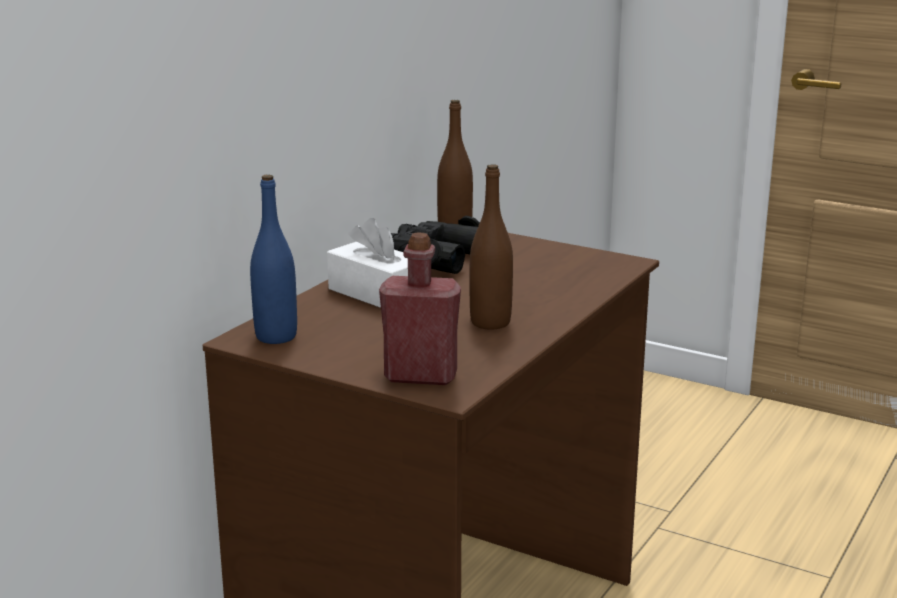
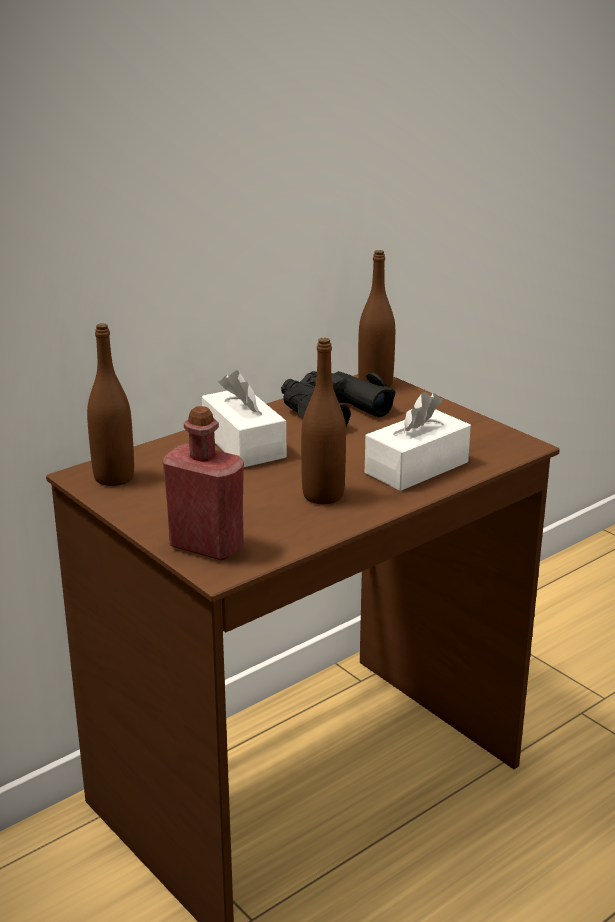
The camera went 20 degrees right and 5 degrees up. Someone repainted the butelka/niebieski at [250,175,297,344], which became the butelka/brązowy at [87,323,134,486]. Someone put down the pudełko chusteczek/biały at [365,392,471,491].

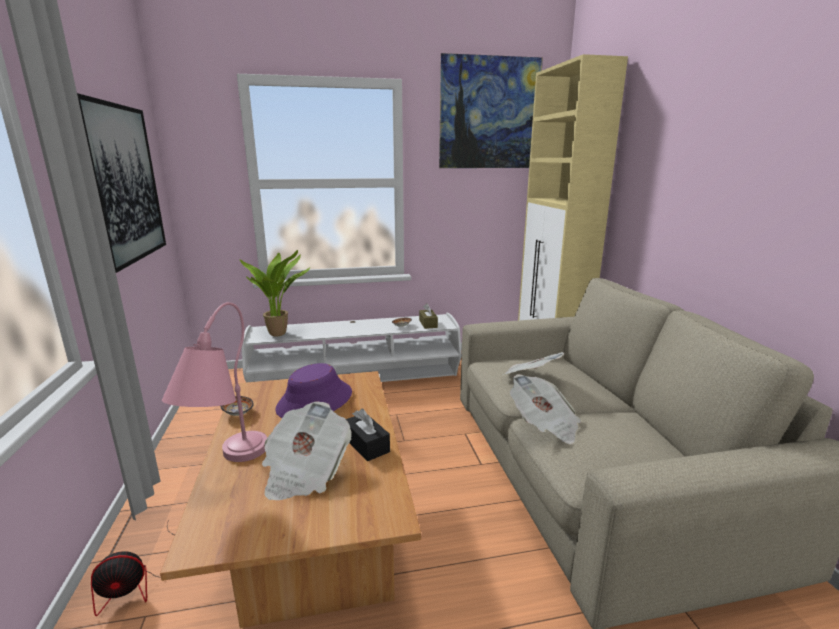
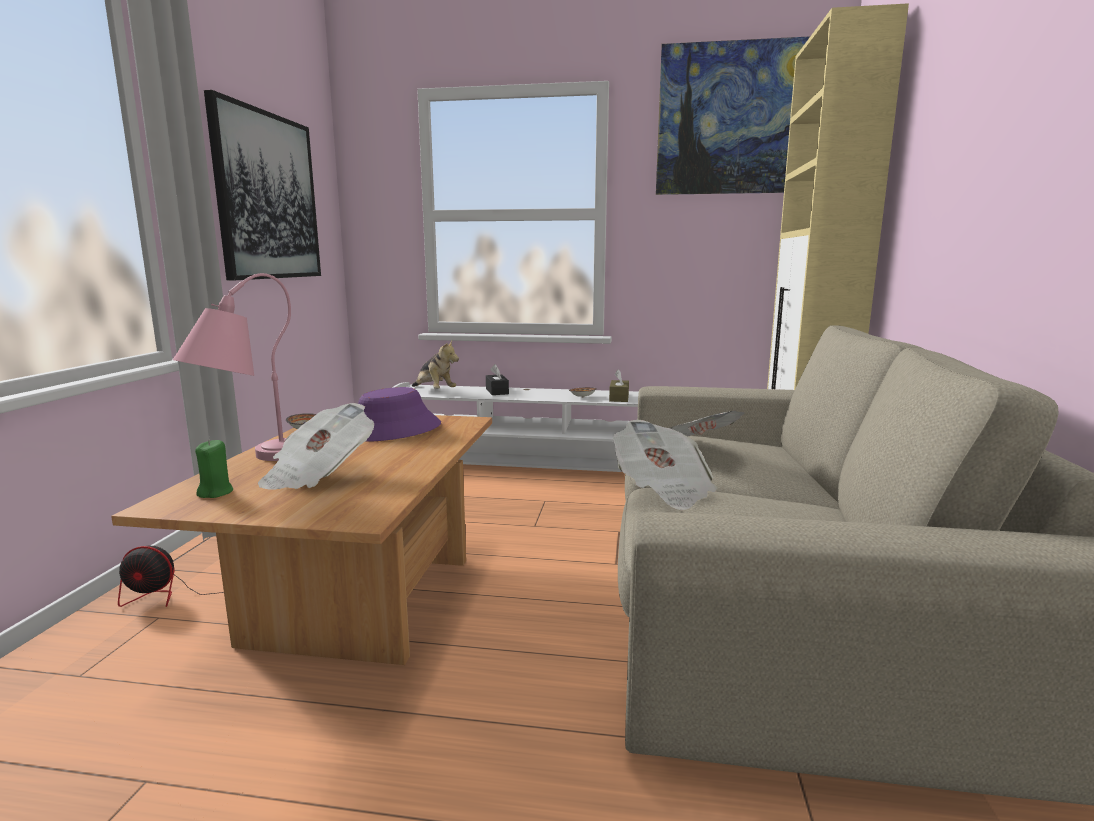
The camera went 20 degrees right and 5 degrees down. Someone put down the świeca/zielony at [195,440,233,498]. Someone swapped the roślina doniczkowa at [240,250,310,337] for the pluszak at [412,341,459,389]. Someone carried the pudełko chusteczek/czarny from [346,409,390,461] to [486,364,509,395].

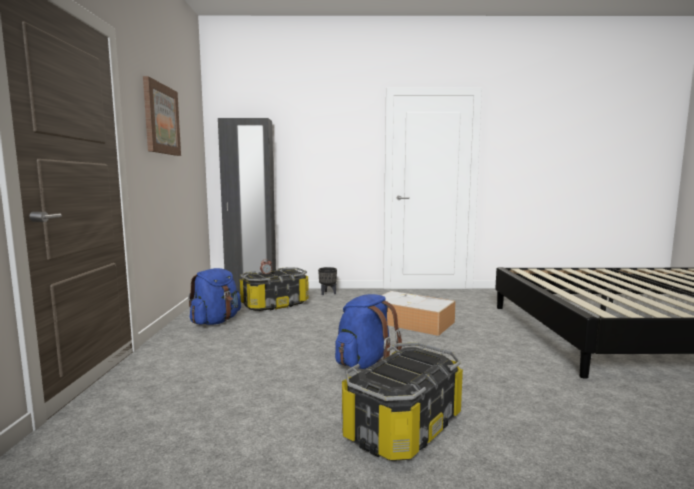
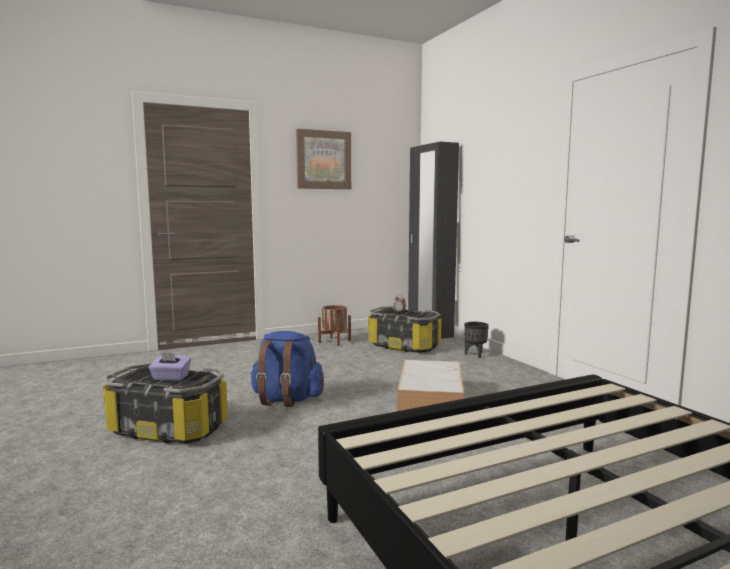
The camera went 65 degrees right and 0 degrees up. Someone put down the pudełko chusteczek/fioletowy at [148,352,191,381]. Someone swapped the plecak/niebieski at [188,268,241,325] for the donica/brązowy at [318,305,351,346].

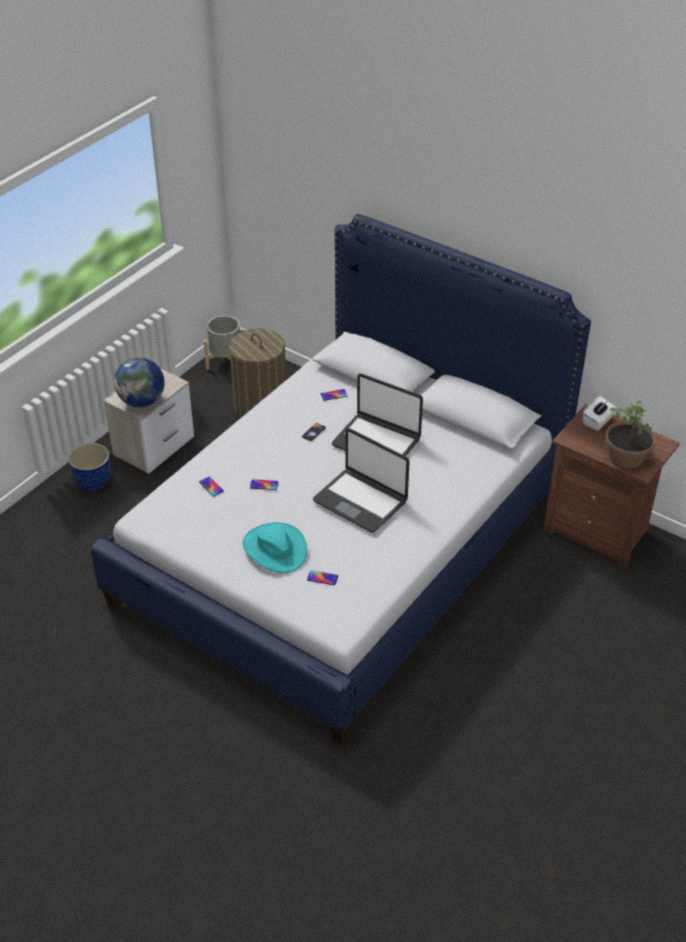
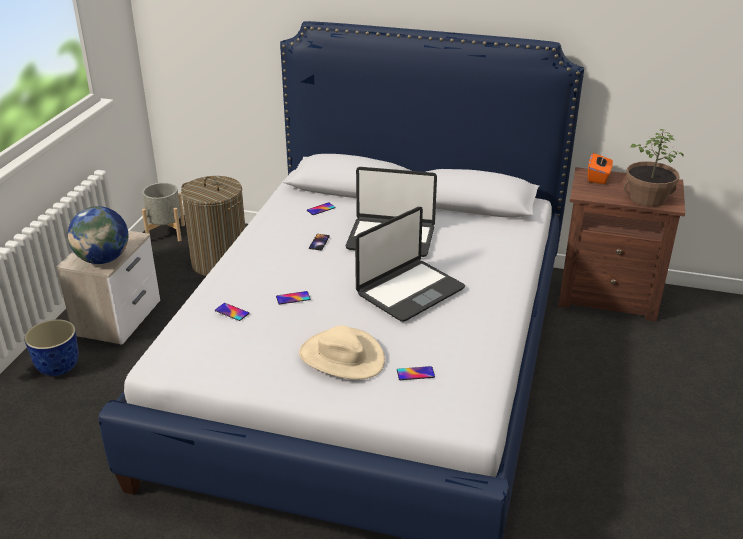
The camera went 20 degrees left and 10 degrees down. Someone repainted the kapelusz/turkusowy at [243,522,307,573], which became the kapelusz/beżowy at [299,325,385,380]. Someone rotated the laptop at [313,428,410,533] by 60 degrees counterclockwise. Someone repainted the pudełko chusteczek/biały at [583,396,616,431], which became the pudełko chusteczek/pomarańczowy at [588,152,613,184].

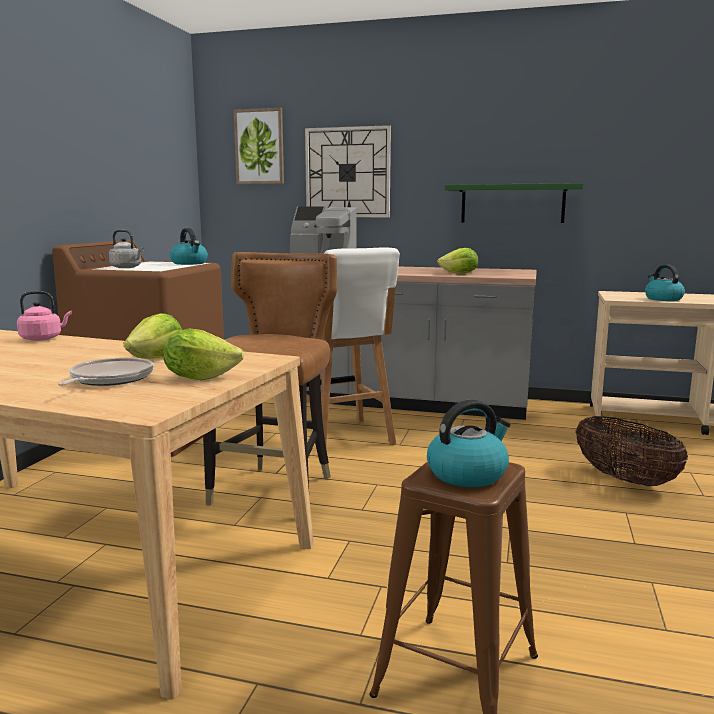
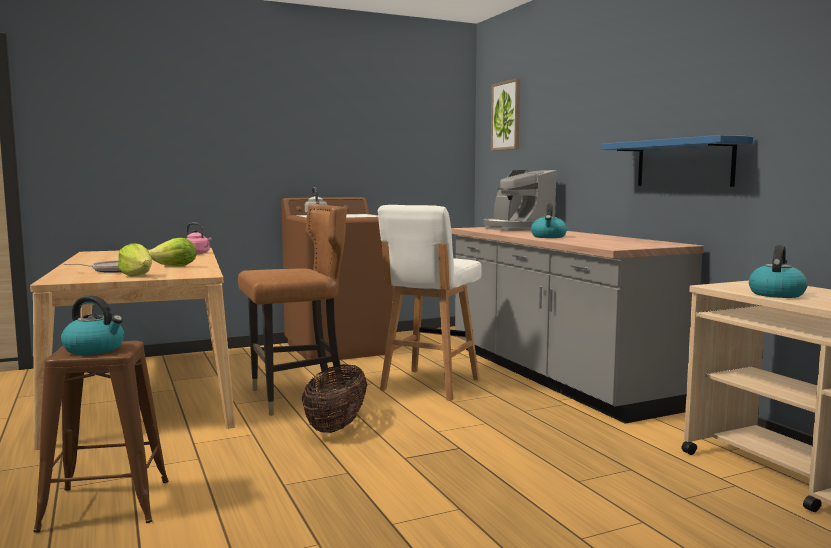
The camera went 50 degrees right and 5 degrees down. Someone carried the koszyk from [575,416,688,486] to [302,364,367,433]. Someone carried the czajnik from [170,228,208,265] to [531,203,567,238]. Someone repainted the półka/zielony at [445,183,584,223], which became the półka/niebieski at [601,135,753,187]. Someone took away the zegar ścienny at [305,125,391,217]. Someone took away the sałata at [437,248,478,273].

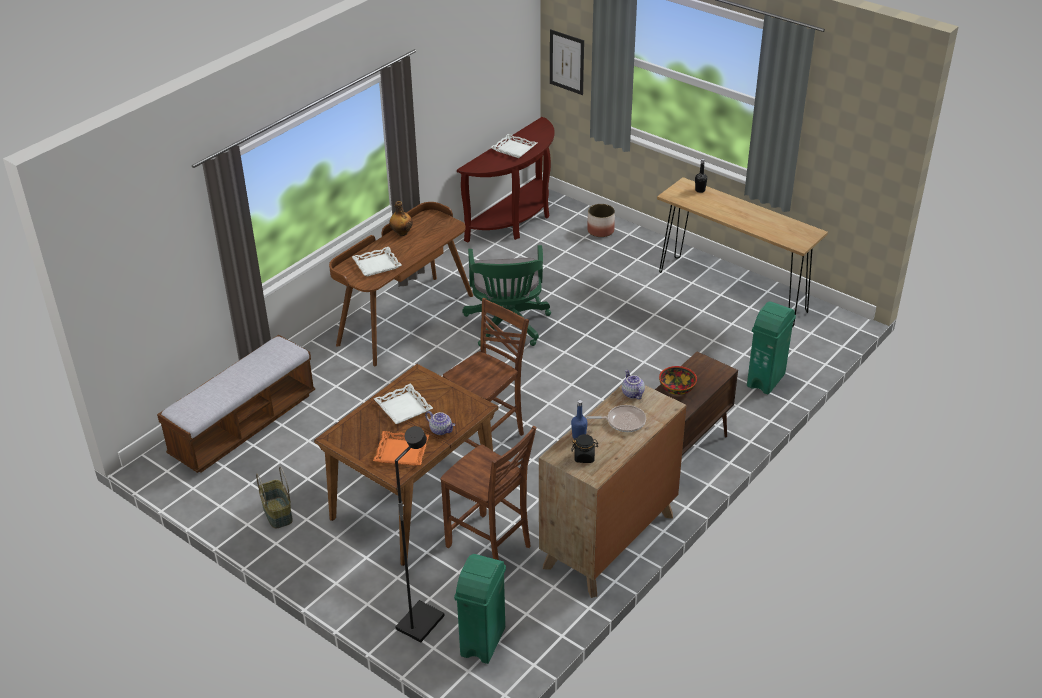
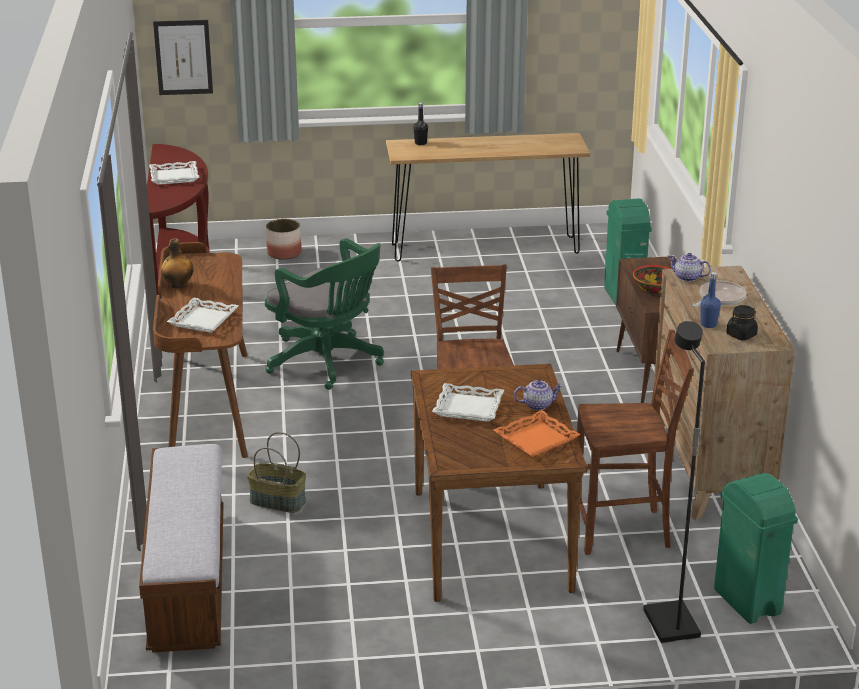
The camera went 45 degrees left and 10 degrees down. Someone carried the koszyk from [256,466,293,528] to [247,432,306,513].

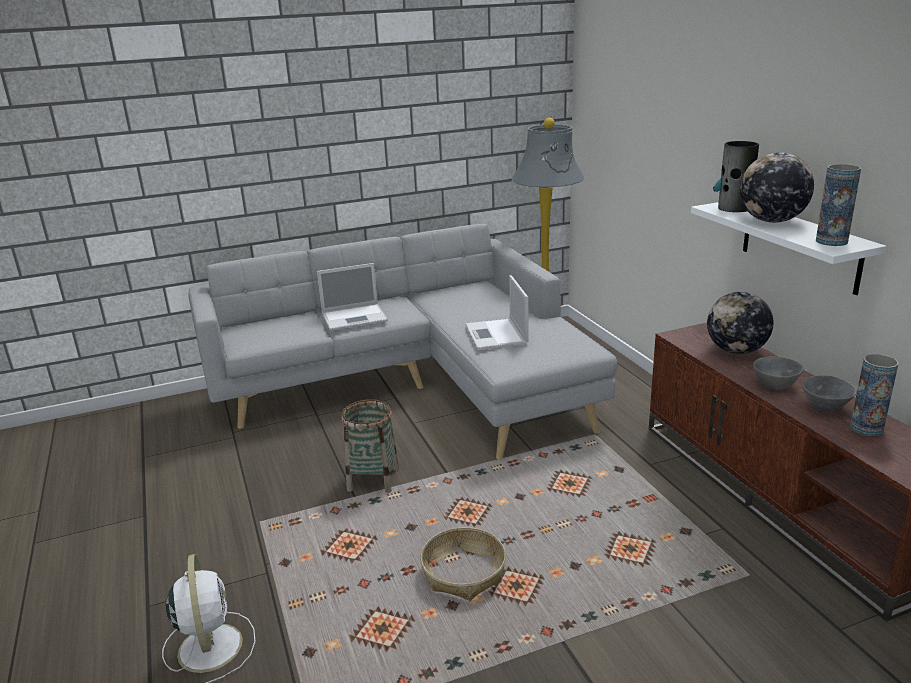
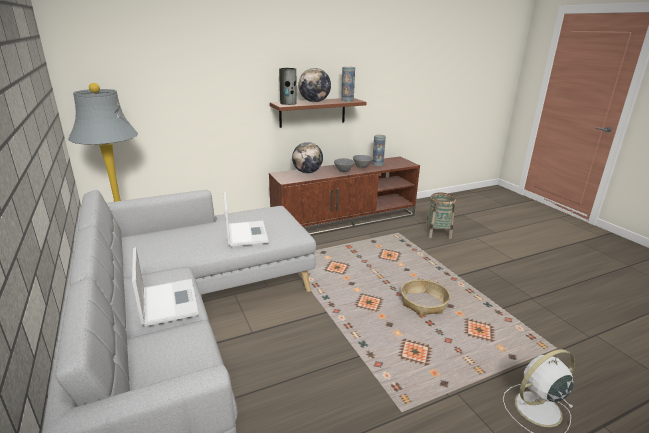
The camera went 95 degrees left and 0 degrees up. Someone rotated the laptop at [465,275,529,350] by 90 degrees counterclockwise. Someone repainted the półka/biały at [691,202,887,295], which became the półka/brązowy at [270,98,367,128]. Someone carried the koszyk from [341,399,399,493] to [425,193,456,239].

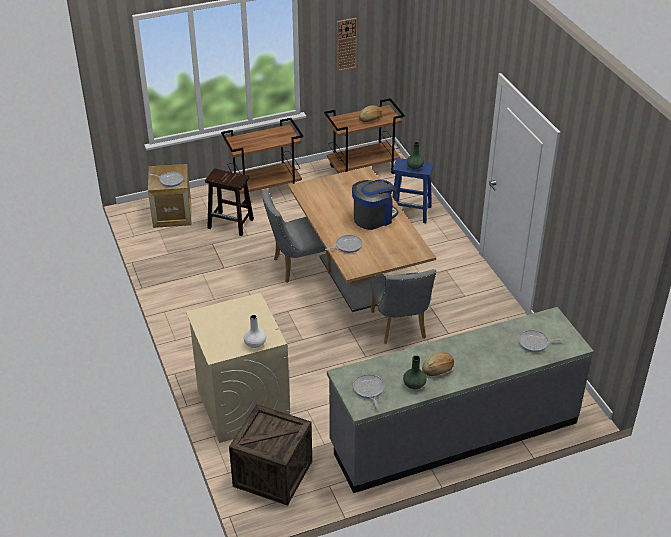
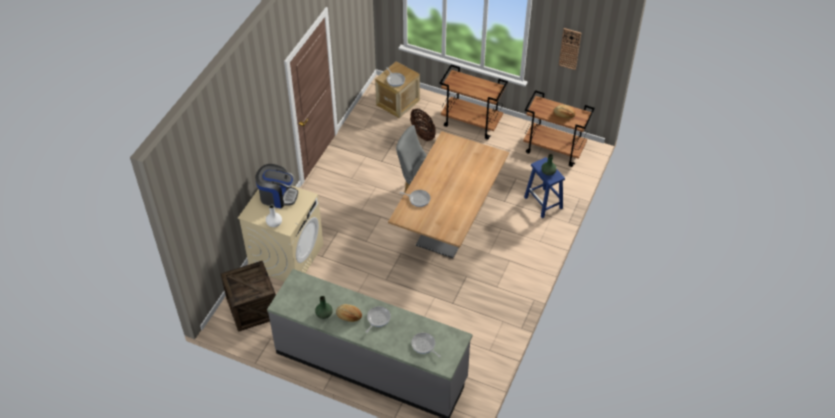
The camera went 45 degrees right and 10 degrees up. Someone carried the ekspres do kawy from [352,180,398,230] to [255,164,298,208]. Someone carried the patelnia from [353,374,384,408] to [366,306,391,333]. Someone swapped the stołek/brązowy at [205,168,254,236] for the koszyk at [410,109,436,141]. Someone took away the krzesło/szary at [370,269,436,344].

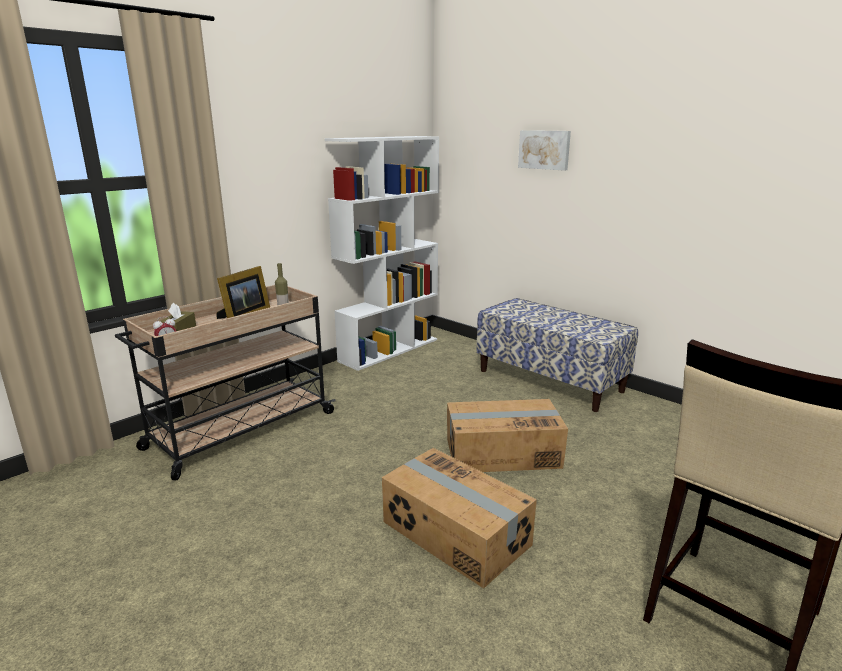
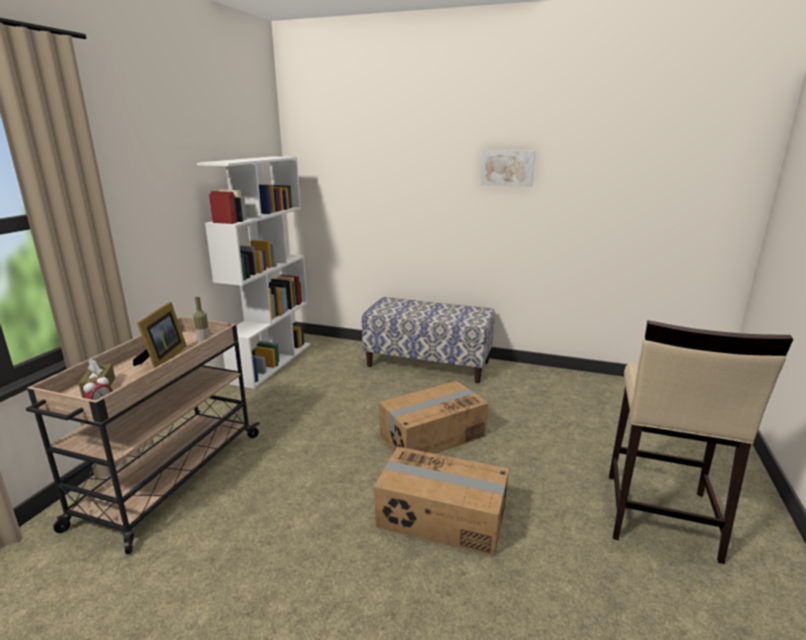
The camera went 25 degrees left and 0 degrees up. Someone carried the obraz from [518,130,571,171] to [481,150,535,187].

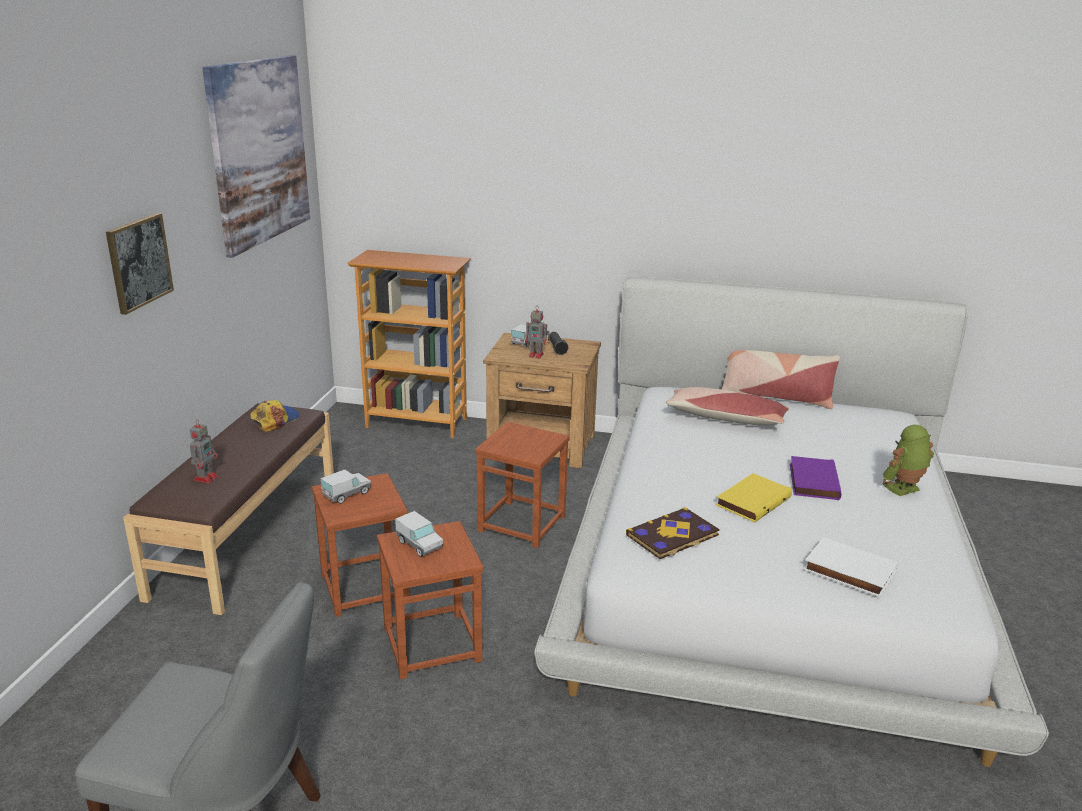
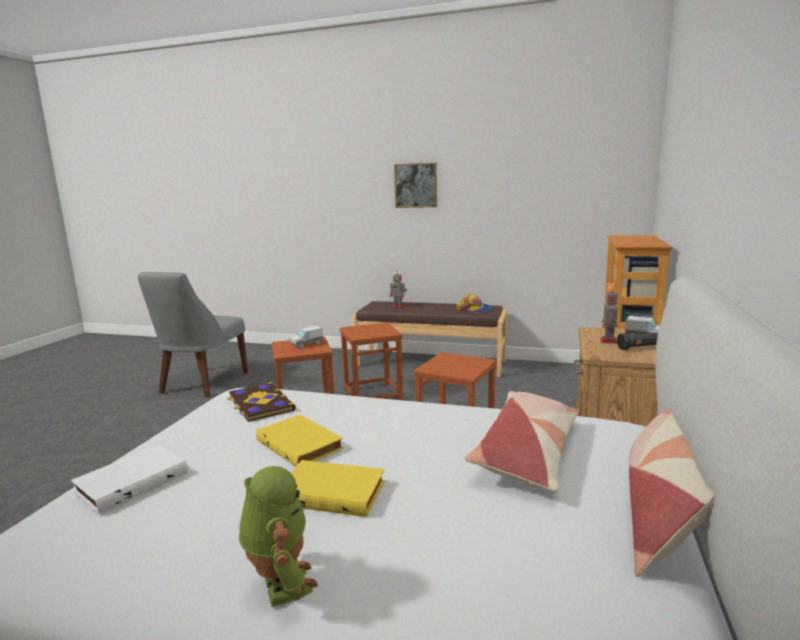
The camera went 95 degrees right and 10 degrees down. Someone repainted the książka/fioletowy at [790,456,842,500], which became the książka/żółty at [291,460,385,517]. Someone took away the obraz at [202,55,310,258]. Someone took away the ciężarówka zabawkowa at [321,470,371,504].

